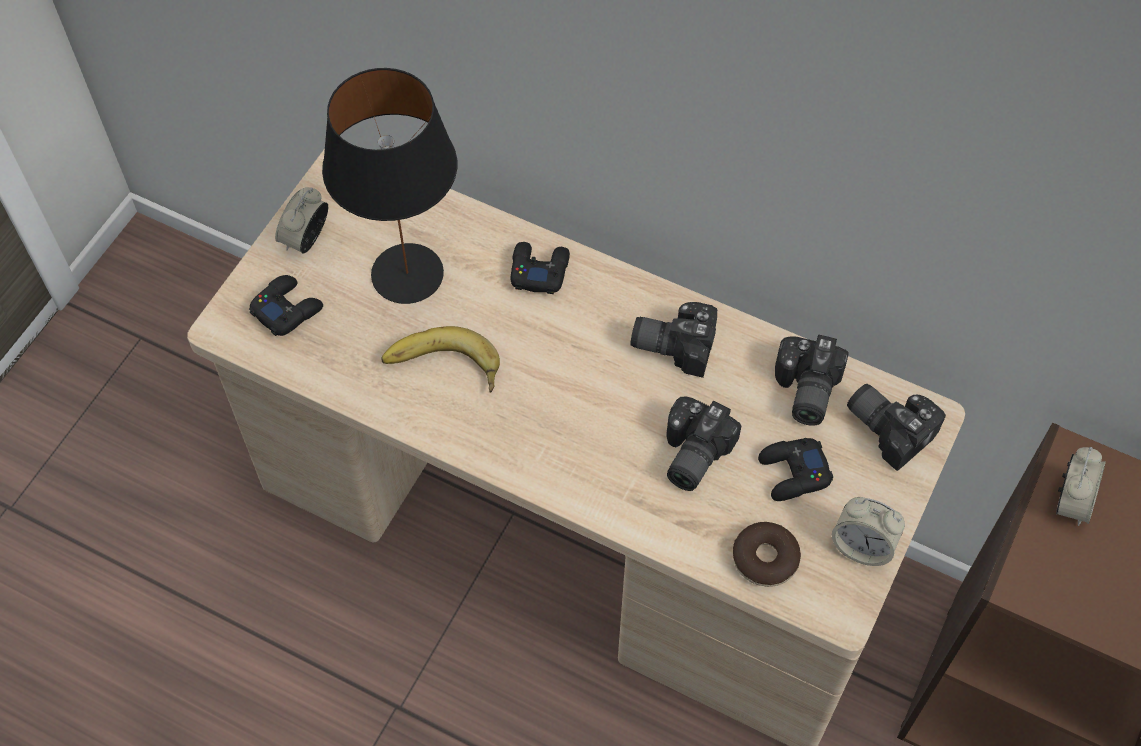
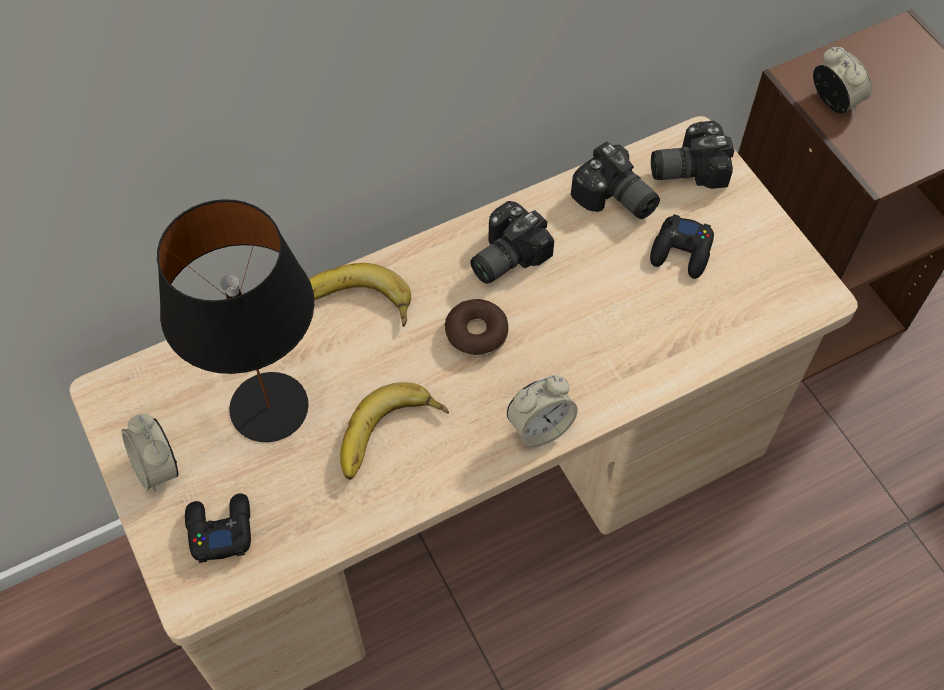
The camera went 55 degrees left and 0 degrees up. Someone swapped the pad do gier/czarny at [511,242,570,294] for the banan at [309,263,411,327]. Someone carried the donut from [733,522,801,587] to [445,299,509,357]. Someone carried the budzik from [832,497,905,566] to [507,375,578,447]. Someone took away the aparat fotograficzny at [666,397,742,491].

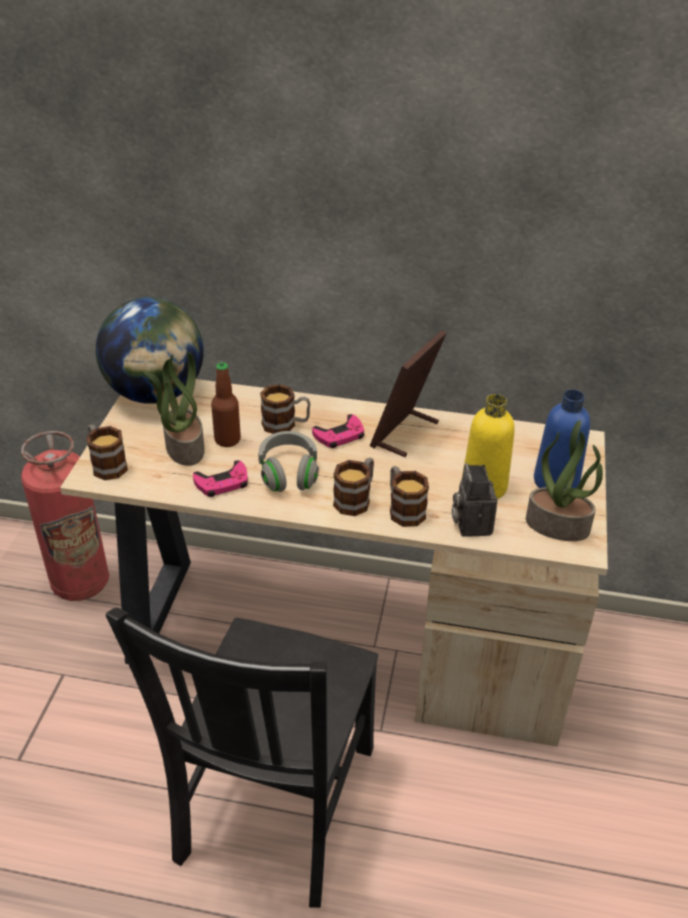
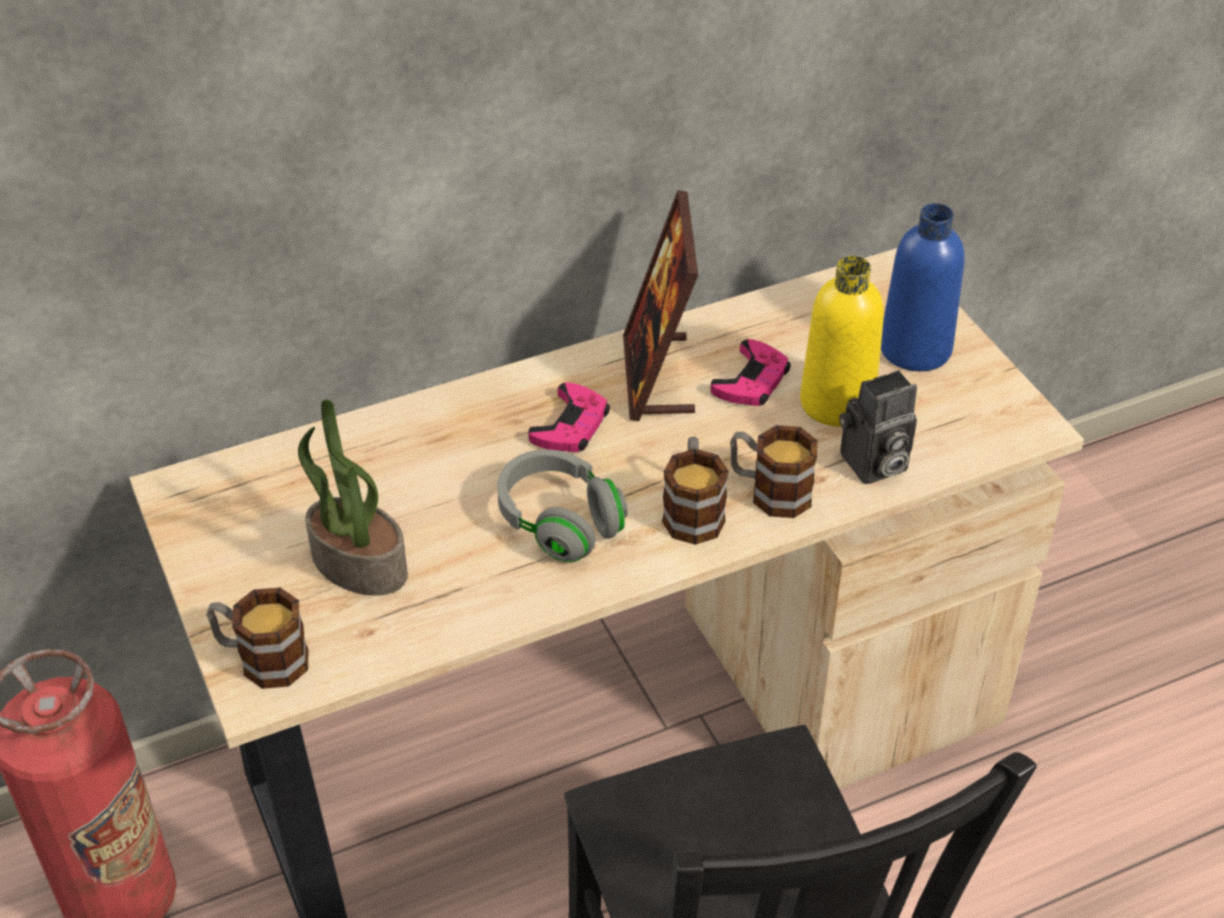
The camera went 35 degrees left and 5 degrees up. Someone carried the pad do gier/różowy from [193,460,248,497] to [710,339,791,406]. Someone rotated the aparat fotograficzny at [452,463,498,537] by 75 degrees counterclockwise. Someone took away the globus at [96,297,204,404]. Someone took away the butelka at [211,362,241,447]. Someone took away the kubek at [260,384,310,434]. Someone took away the roślina doniczkowa at [526,420,603,541].

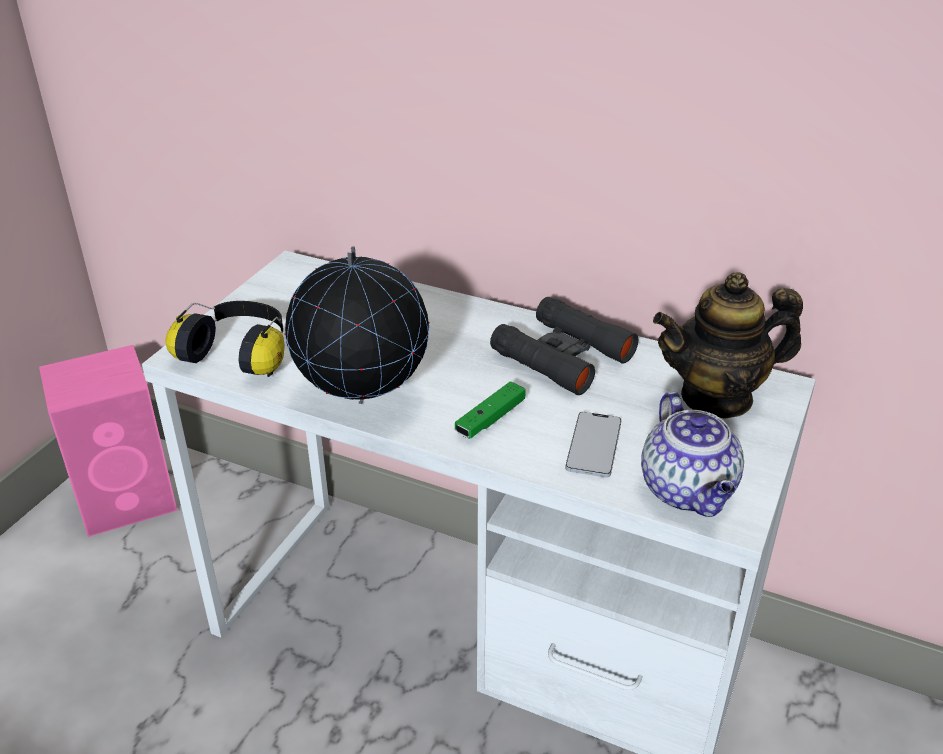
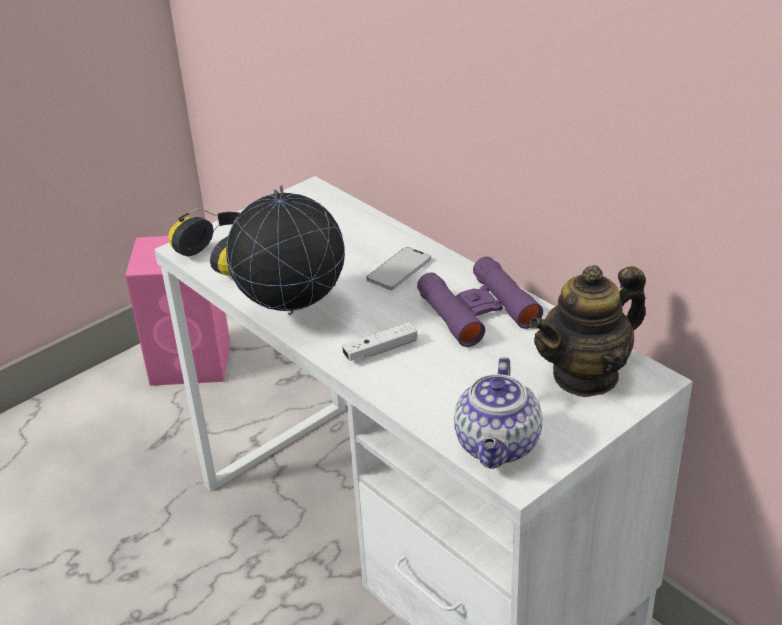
The camera went 25 degrees right and 0 degrees up. Someone repainted the pad do gier/zielony at [455,381,526,438], which became the pad do gier/biały at [342,322,417,361]. Someone carried the telefon from [565,412,621,477] to [366,247,431,290]. Someone repainted the lornetka/czarny at [490,297,638,395], which became the lornetka/fioletowy at [417,256,543,347]. Someone rotated the imbryk at [653,272,803,419] by 45 degrees counterclockwise.

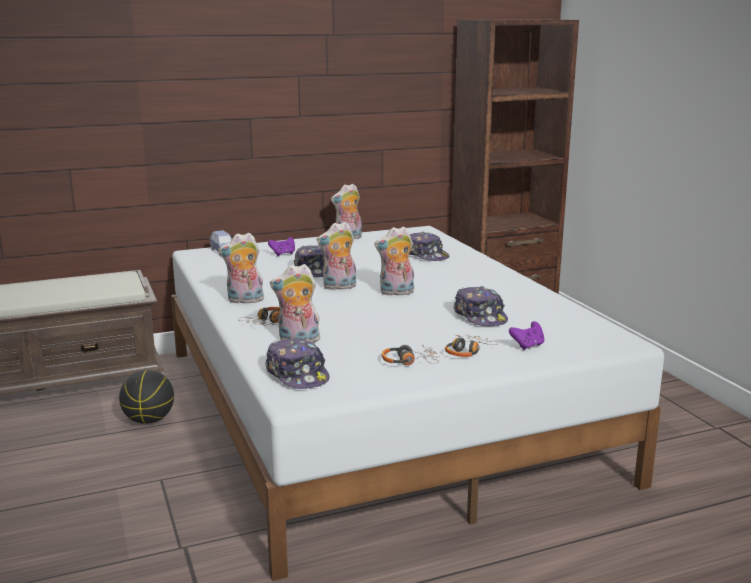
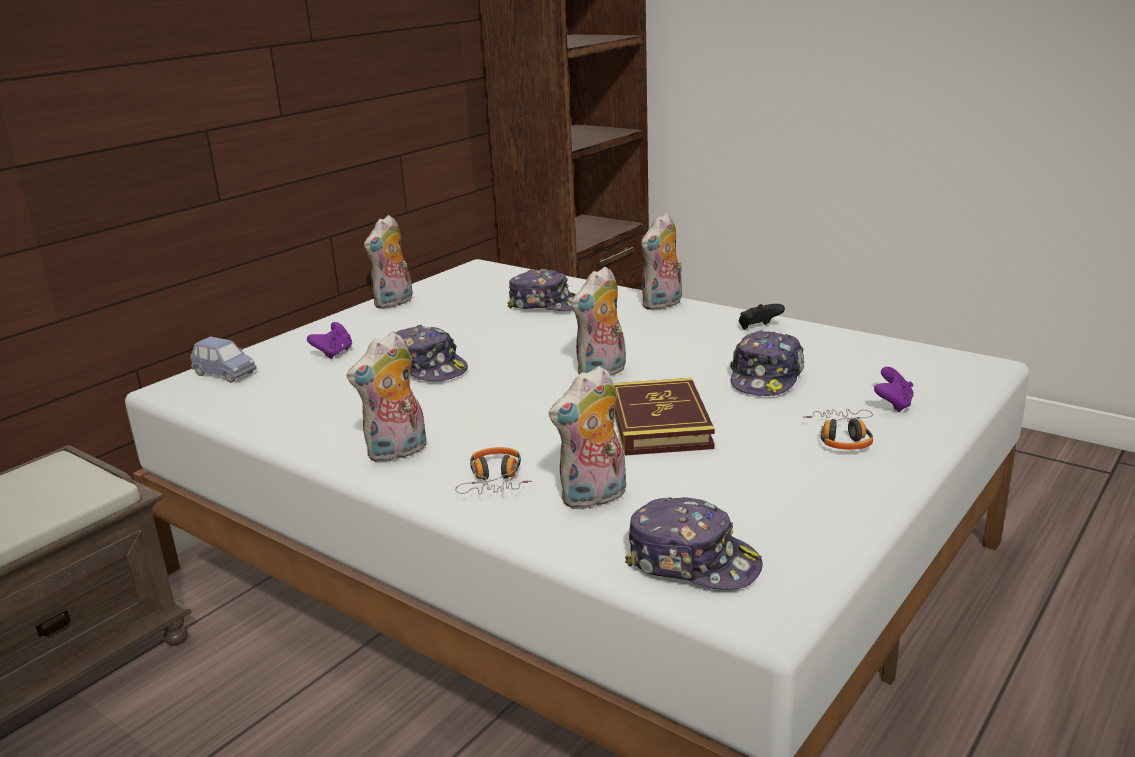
The camera went 30 degrees left and 5 degrees up. Someone put down the książka at [613,378,715,456]. Someone carried the pluszak from [316,222,356,290] to [641,213,682,311]. Someone rotated the czapka z daszkiem at [454,286,508,326] by 75 degrees clockwise. Someone put down the pad do gier/czarny at [739,304,785,329]. Someone took away the piłka do koszykówki at [119,370,174,424]. Someone took away the słuchawki at [382,345,440,365].

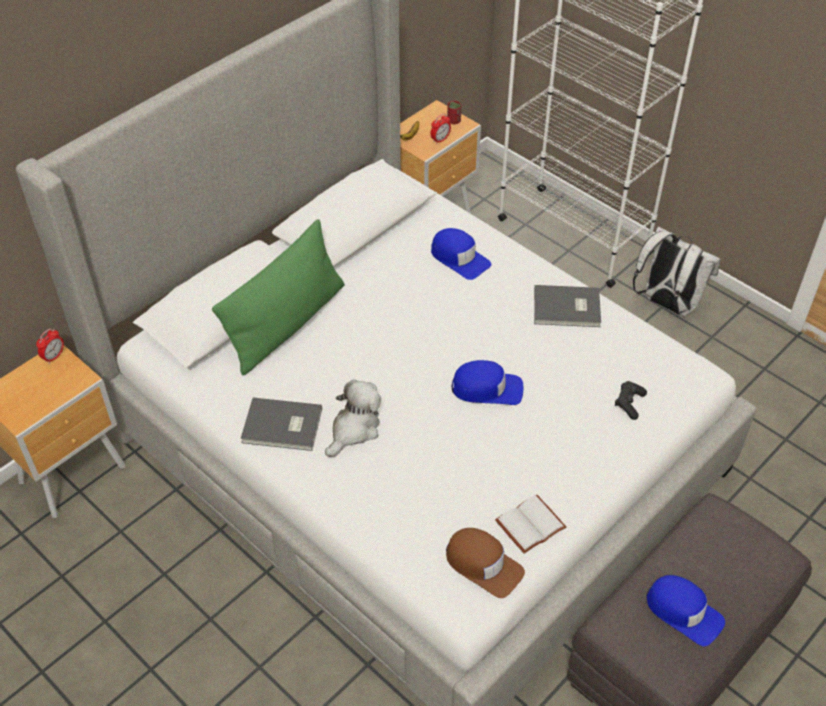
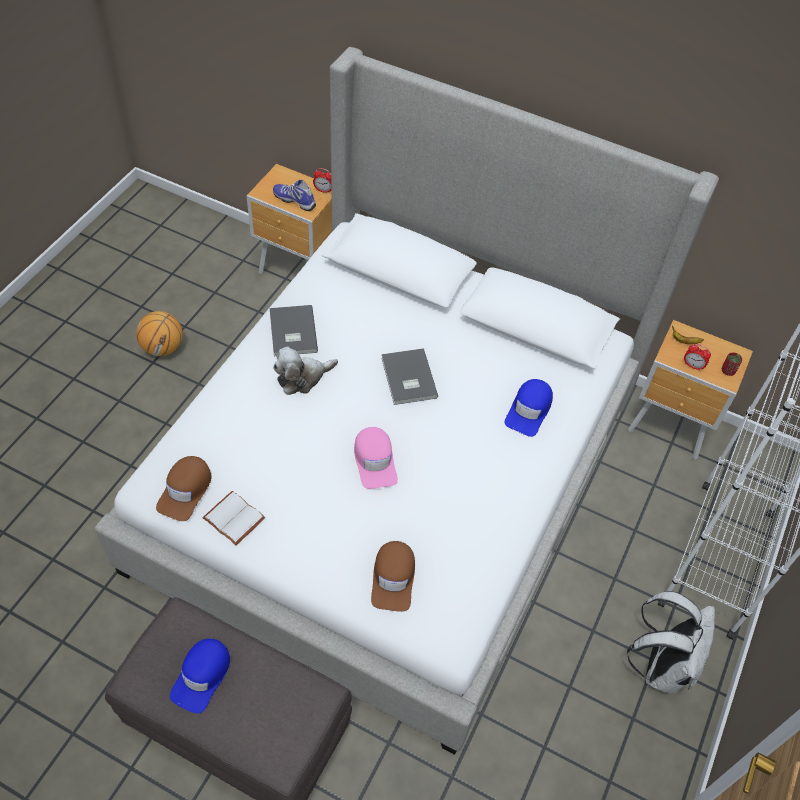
The camera went 70 degrees right and 5 degrees up. Someone put down the piłka do koszykówki at [136,311,183,356]. Someone put down the but at [273,180,316,211]. Someone rotated the pluszak at [325,379,381,457] by 135 degrees clockwise. Someone repainted the czapka z daszkiem/niebieski at [452,360,523,405], which became the czapka z daszkiem/różowy at [354,427,398,489]. Someone swapped the pad do gier/czarny at [615,381,647,420] for the czapka z daszkiem/brązowy at [371,541,415,612]. Someone carried the książka/szary from [534,285,601,327] to [381,348,438,405]. Someone took away the poduszka/zielony at [212,219,344,375].

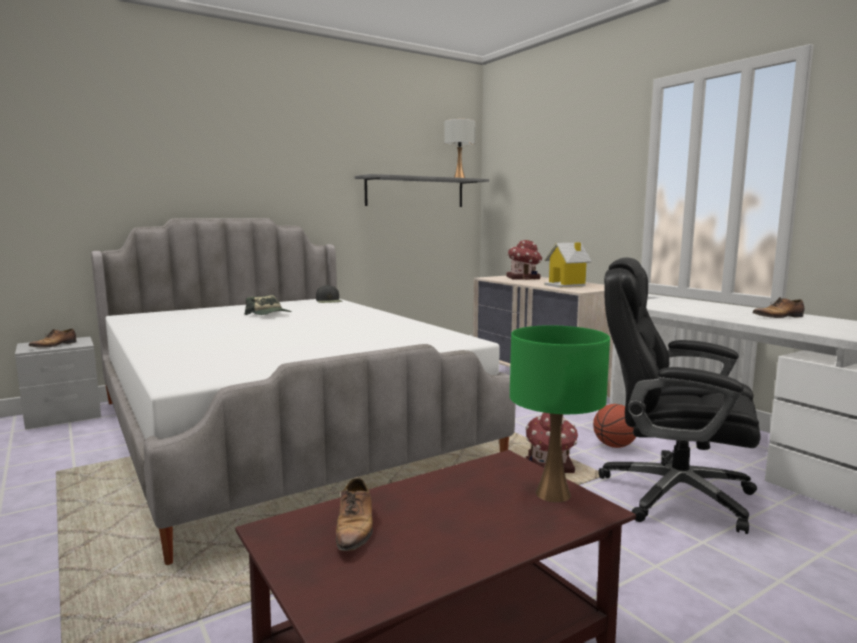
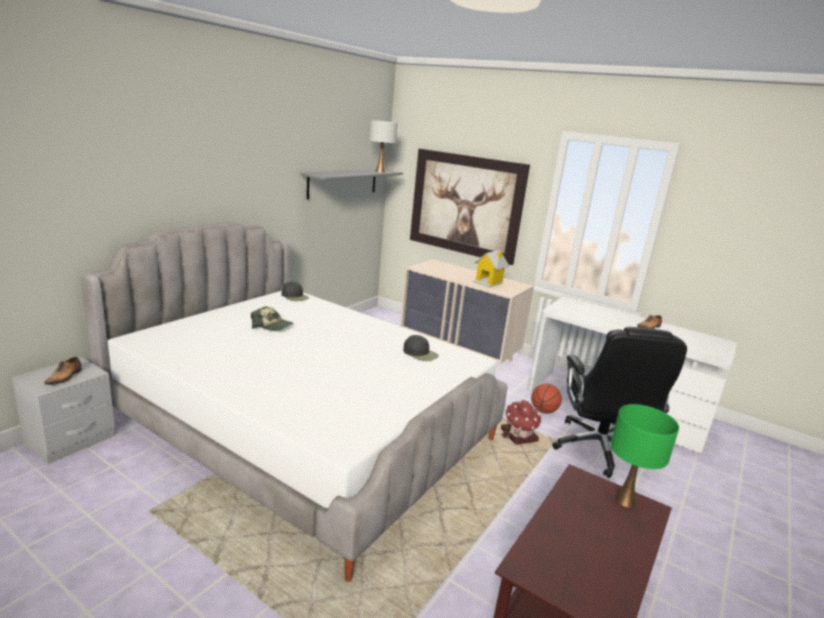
The camera went 25 degrees left and 10 degrees up. Someone put down the czapka z daszkiem/czarny at [403,335,439,361]. Someone put up the obraz at [410,149,530,265]. Someone rotated the krzesło biurowe/czarny at [598,257,760,534] by 90 degrees counterclockwise. Someone took away the but at [336,478,373,551]. Someone took away the domek at [506,240,542,280].

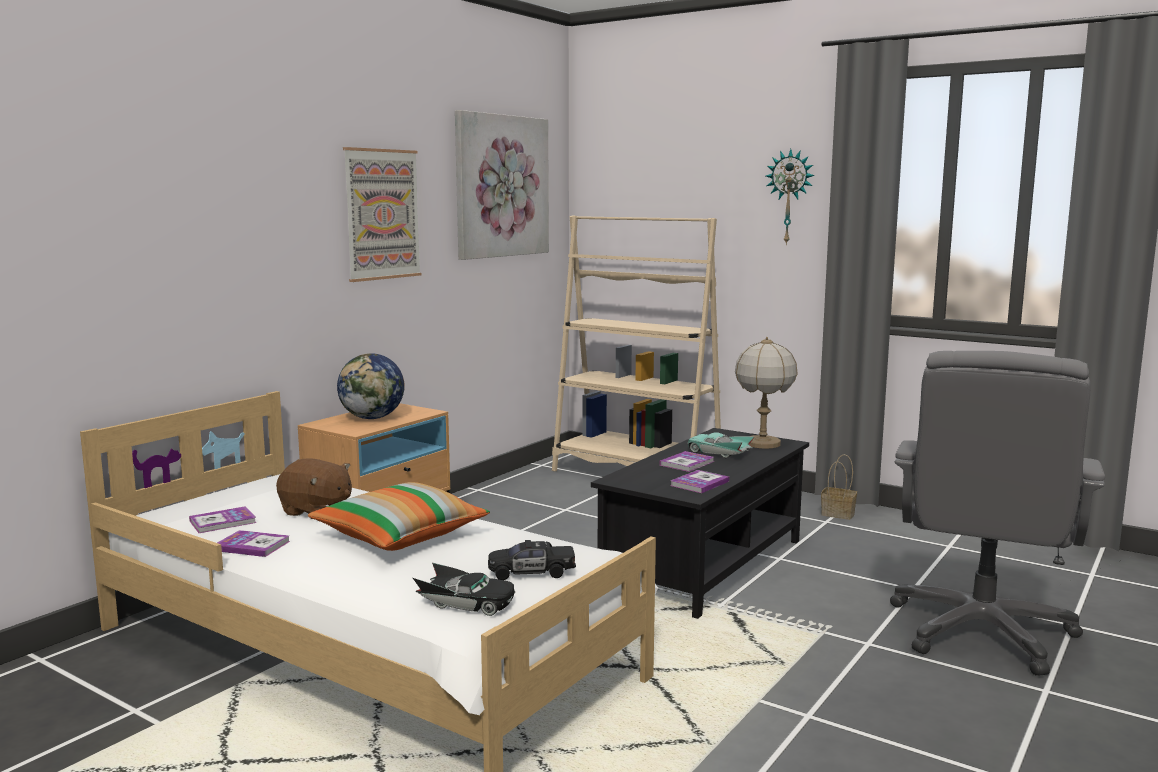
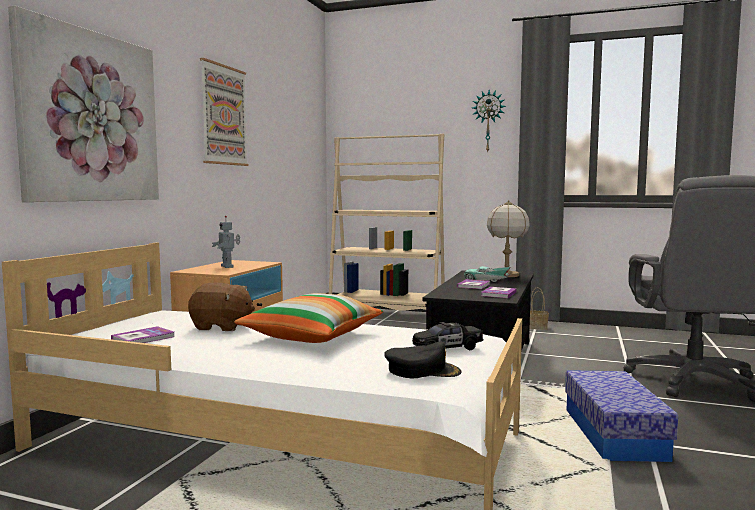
The camera went 15 degrees left and 5 degrees down. Someone carried the obraz from [455,110,549,260] to [8,5,159,202]. Someone swapped the globus at [337,353,404,419] for the robot zabawkowy at [212,216,240,268]. Someone swapped the samochodzik/czarny at [413,563,515,616] for the czapka z daszkiem/czarny at [384,342,462,378]. Someone put down the pojemnik do przechowywania at [565,370,678,462]. Someone took away the książka at [217,530,290,557].

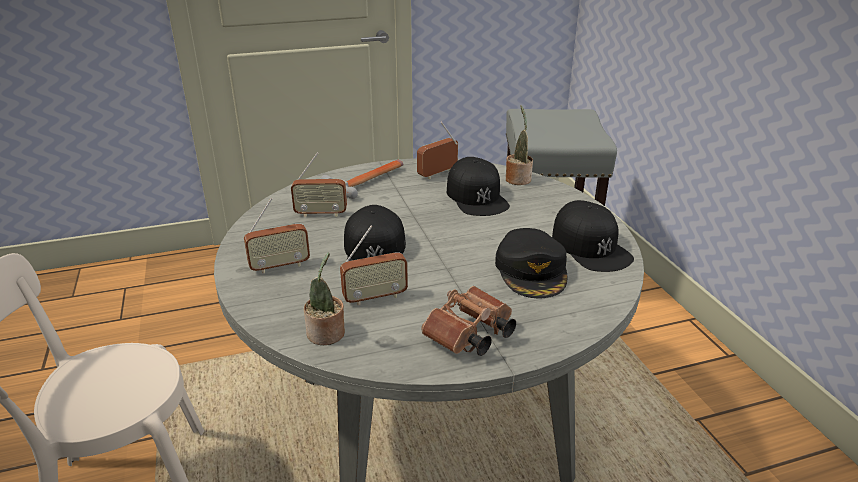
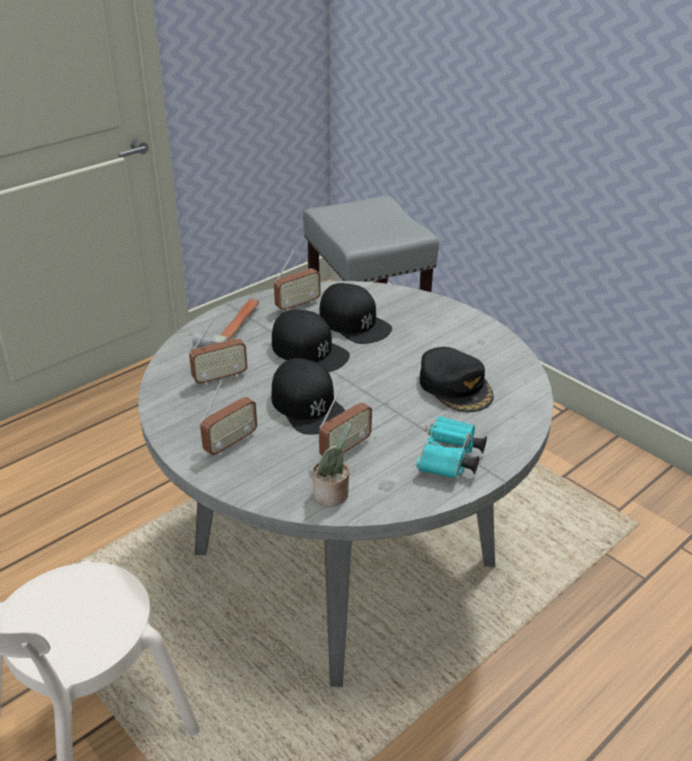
The camera went 25 degrees left and 5 degrees up. Someone carried the czapka z daszkiem/czarny from [552,200,634,272] to [272,310,350,372]. Someone rotated the radio at [417,122,458,179] by 150 degrees counterclockwise. Someone repainted the lornetka/brązowy at [421,286,516,356], which became the lornetka/turkusowy at [416,416,487,479]. Someone took away the roślina doniczkowa at [506,105,533,185].

